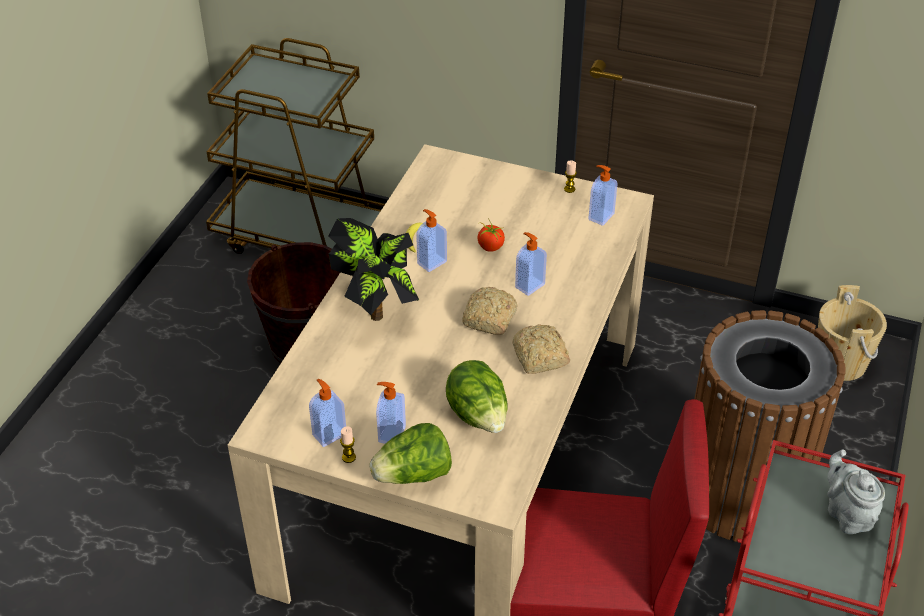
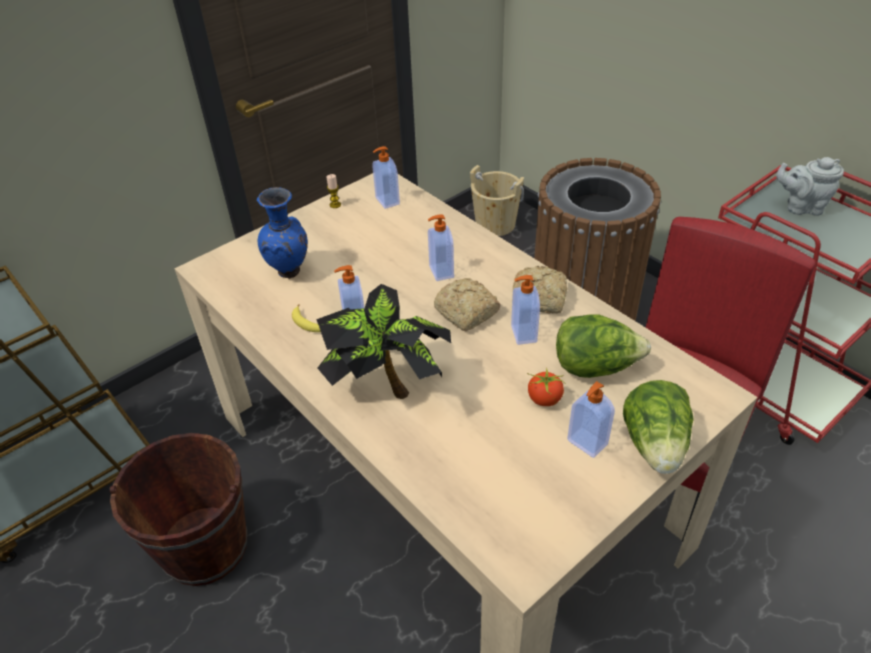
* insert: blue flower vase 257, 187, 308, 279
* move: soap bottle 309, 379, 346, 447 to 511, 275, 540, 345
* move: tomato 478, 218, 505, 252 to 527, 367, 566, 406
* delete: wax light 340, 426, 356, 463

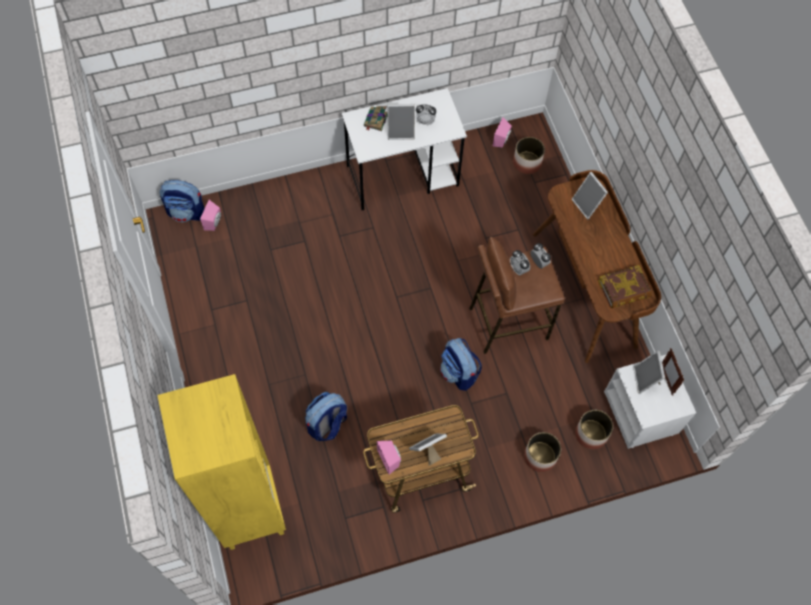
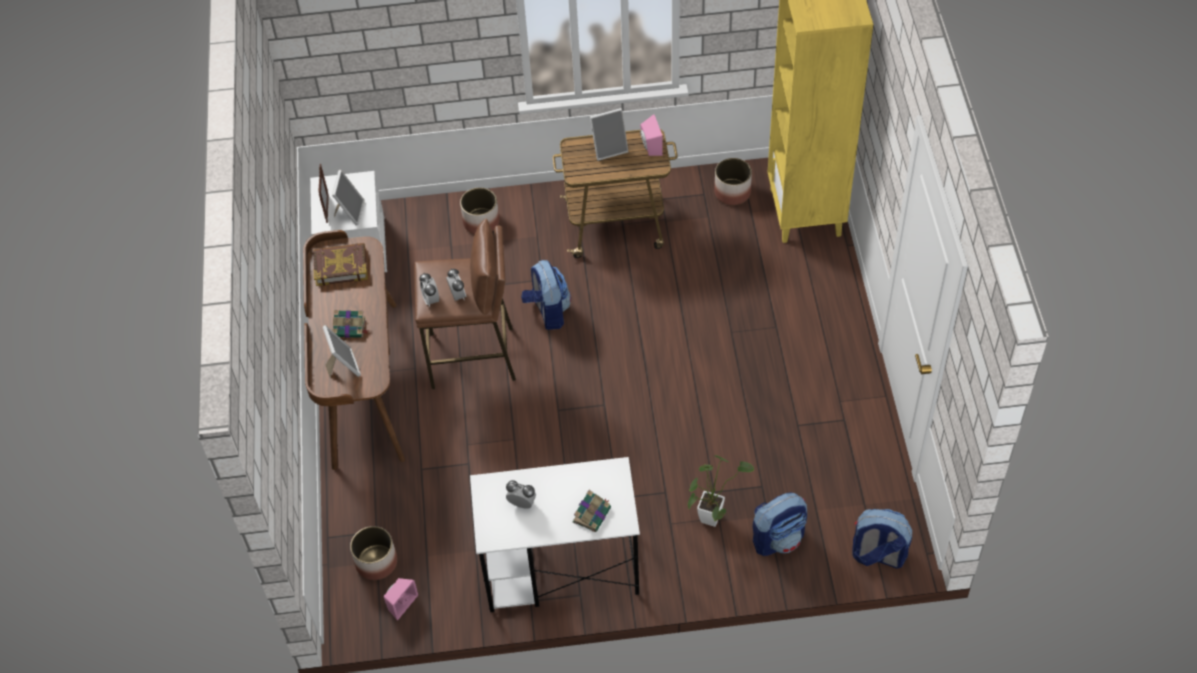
* insert: bound book 333, 310, 369, 338
* insert: houseplant 688, 455, 754, 527
* move: flower pot 575, 410, 613, 450 to 714, 158, 752, 205
* move: rucksack 305, 392, 347, 441 to 753, 492, 807, 556
* delete: pink loudspeaker 200, 200, 221, 231
* delete: picture frame 387, 104, 415, 140

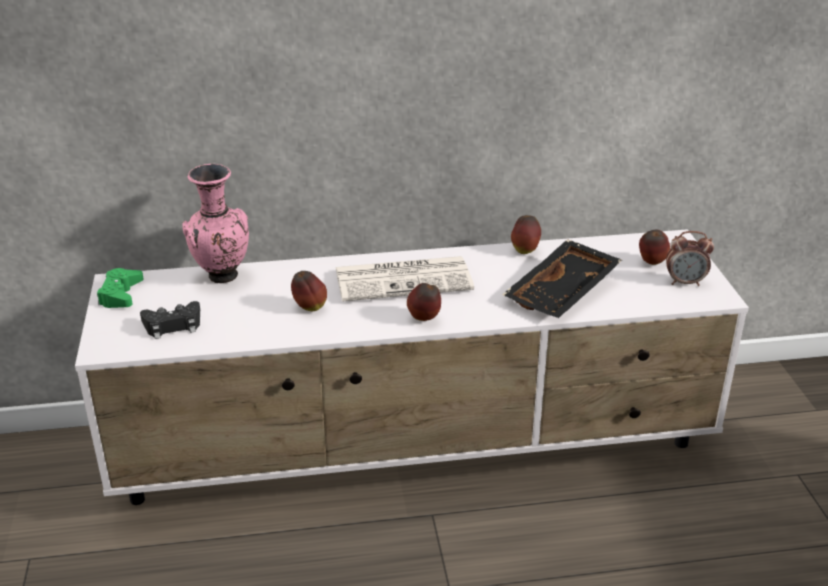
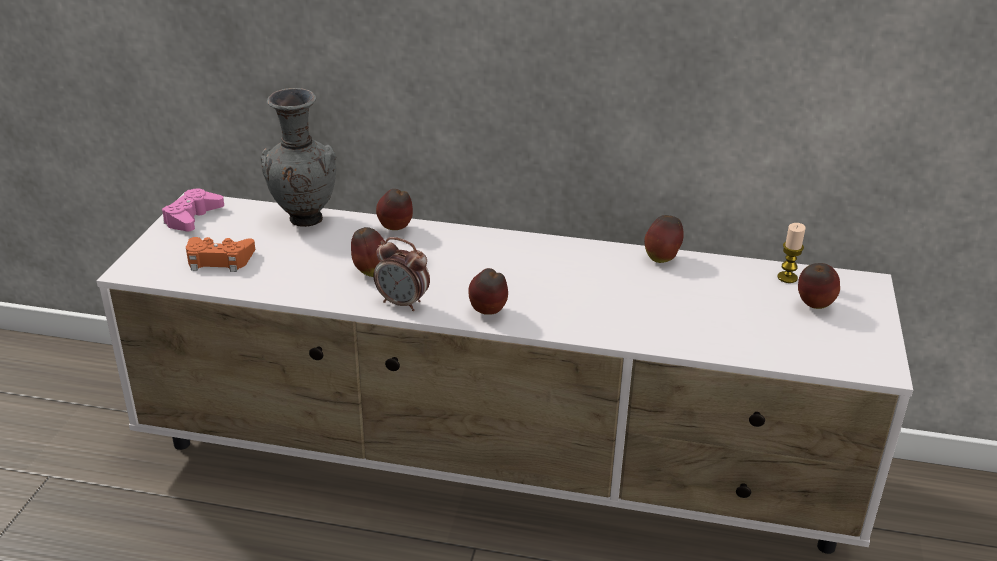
* recolor: green-coloured gamepad 97, 268, 144, 308 to pink gamepad 162, 188, 224, 231
* recolor: blackish gamepad 140, 301, 200, 339 to orange gamepad 186, 237, 255, 272
* recolor: pink flower vase 182, 164, 249, 283 to greyish flower vase 261, 88, 336, 227
* move: table clock 666, 231, 714, 286 to 374, 237, 430, 311
* insert: whole apple 376, 189, 413, 230
* insert: wax light 777, 223, 806, 283
* delete: daily paper 336, 256, 474, 302
* delete: blackish carrying tray 502, 239, 622, 318

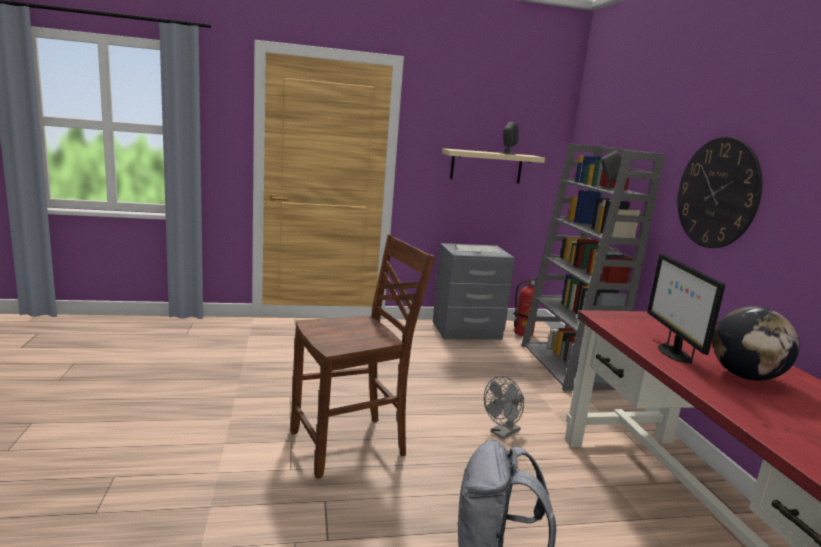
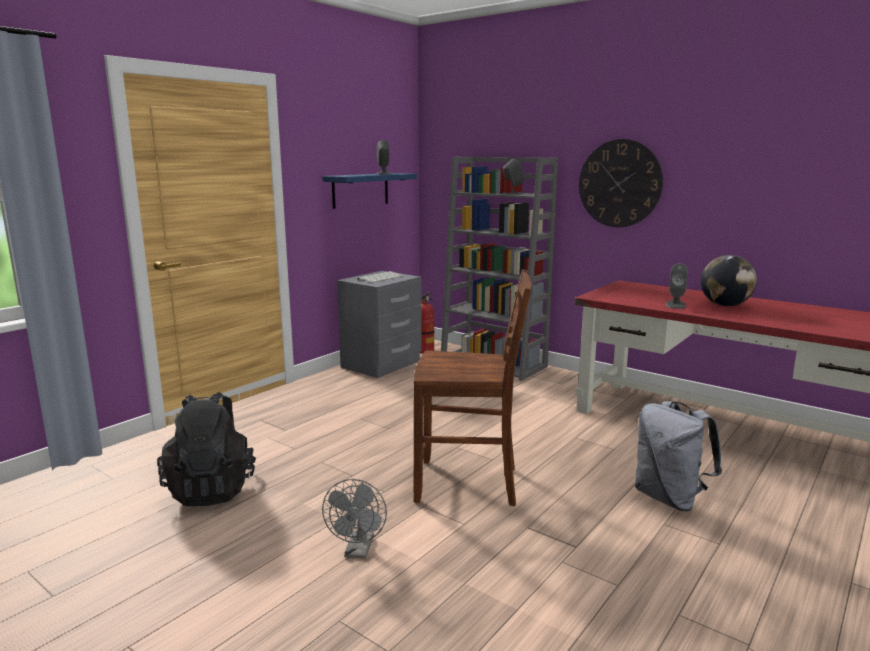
* insert: blackish rucksack 157, 392, 256, 506
* recolor: beige-coloured bracket shelf 442, 148, 545, 184 to blue bracket shelf 322, 173, 417, 209
* move: greyish fan 484, 376, 524, 439 to 322, 479, 387, 559
* rotate: brown chair 291, 235, 435, 479 = 414, 270, 532, 506 75 degrees clockwise
* replace: monitor 647, 254, 725, 364 to greyish loudspeaker 665, 263, 688, 309

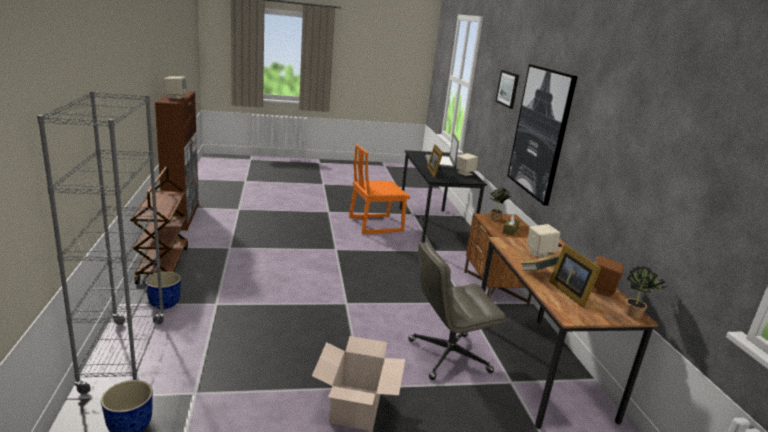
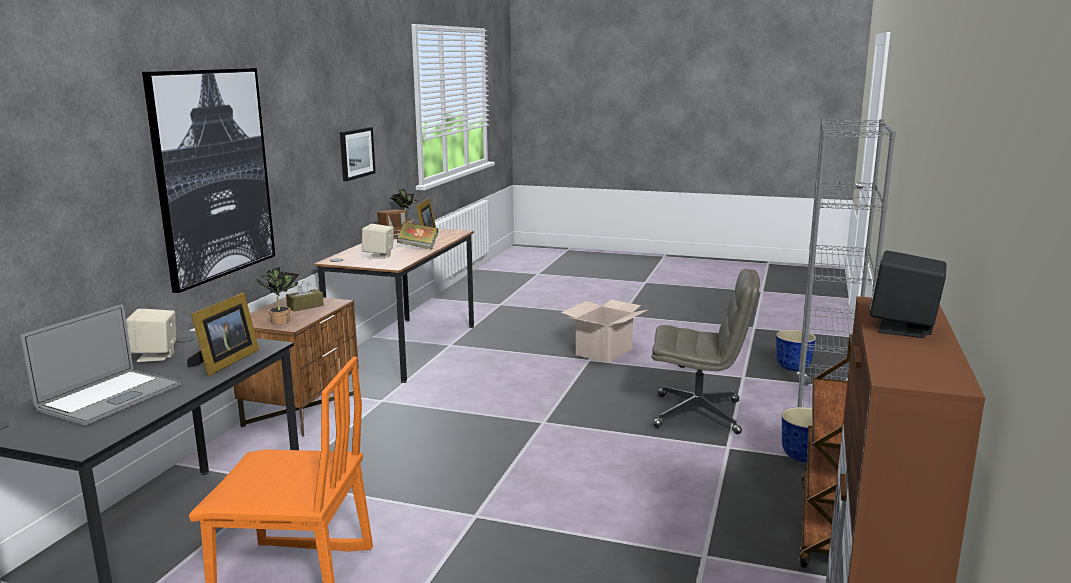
* move: wall picture 496, 70, 519, 109 to 340, 127, 376, 181
* move: greyish computer chair 408, 242, 506, 380 to 652, 269, 760, 434
* recolor: beige-coloured loudspeaker 164, 76, 187, 99 to blackish loudspeaker 869, 251, 946, 338

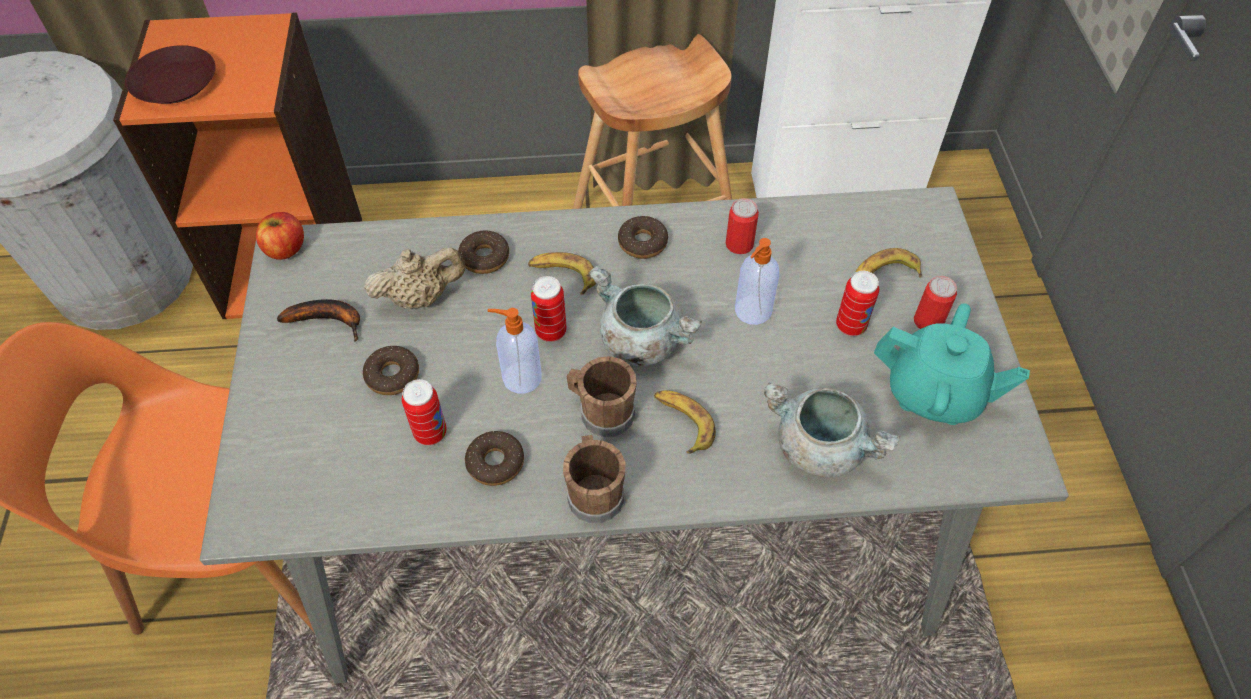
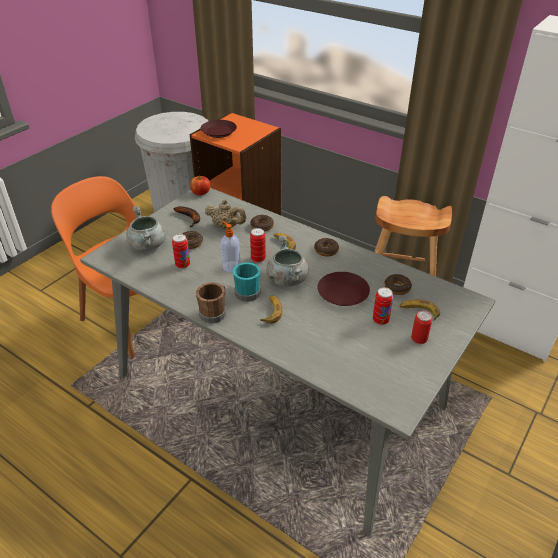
* move: greyish stockpot 764, 383, 900, 478 to 126, 206, 166, 251
* recolor: brown coffee mug 566, 356, 637, 437 to turquoise coffee mug 233, 262, 260, 302
* replace: soap bottle 735, 238, 779, 325 to brown flat dish 317, 272, 370, 306
* move: donut 465, 431, 524, 486 to 384, 274, 412, 295
* delete: metal can 726, 198, 759, 254
* delete: turquoise pot for tea 874, 303, 1030, 425

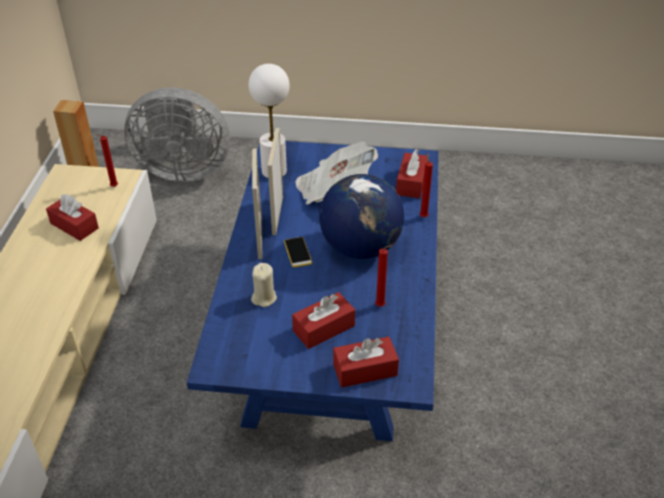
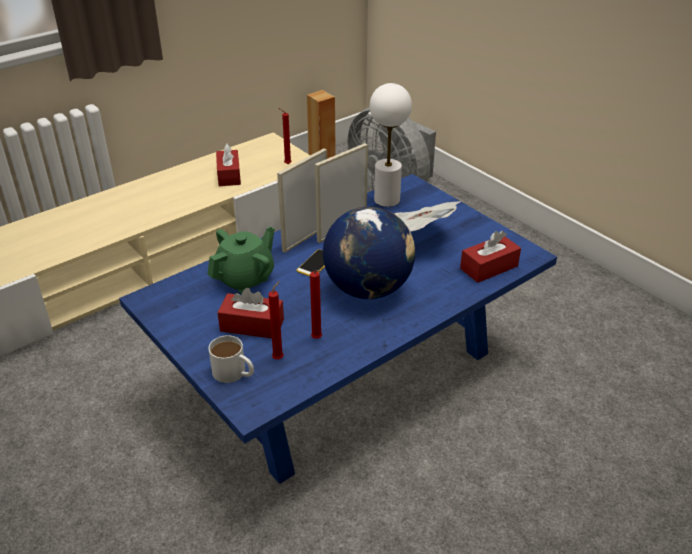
* replace: beige-coloured wax light 251, 263, 277, 307 to green-coloured pot for tea 207, 227, 275, 293
* replace: red box of tissues 333, 337, 399, 387 to white coffee mug 209, 335, 254, 383
* move: red wax light 419, 153, 433, 217 to 268, 281, 284, 359

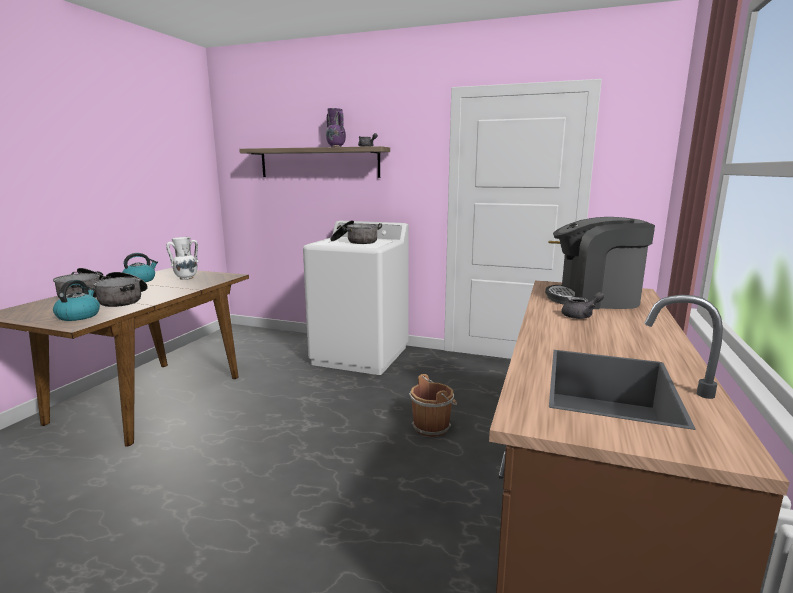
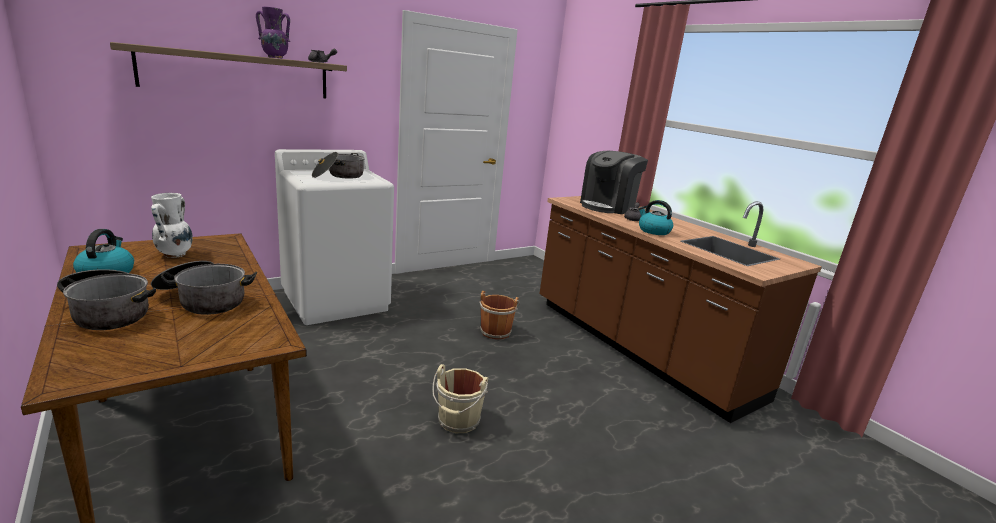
* insert: beige-coloured bucket 432, 364, 488, 433
* move: kettle 53, 280, 100, 321 to 638, 200, 673, 235

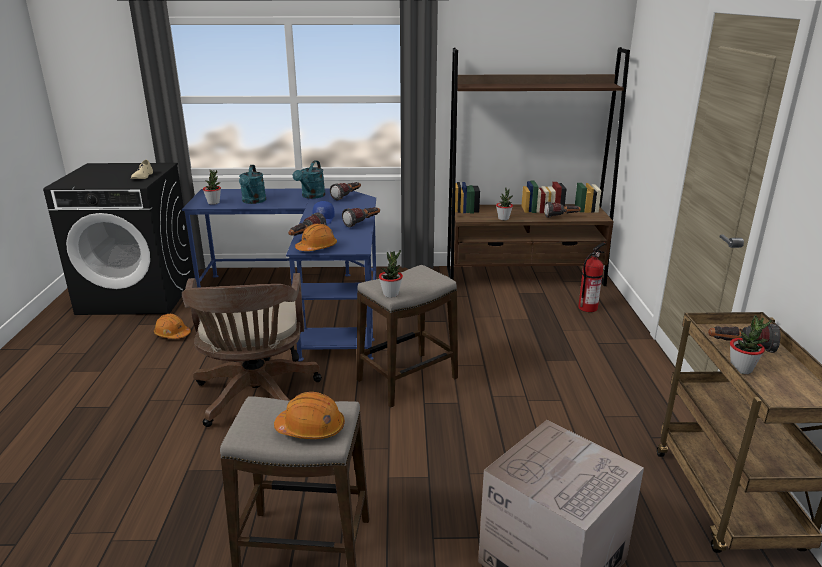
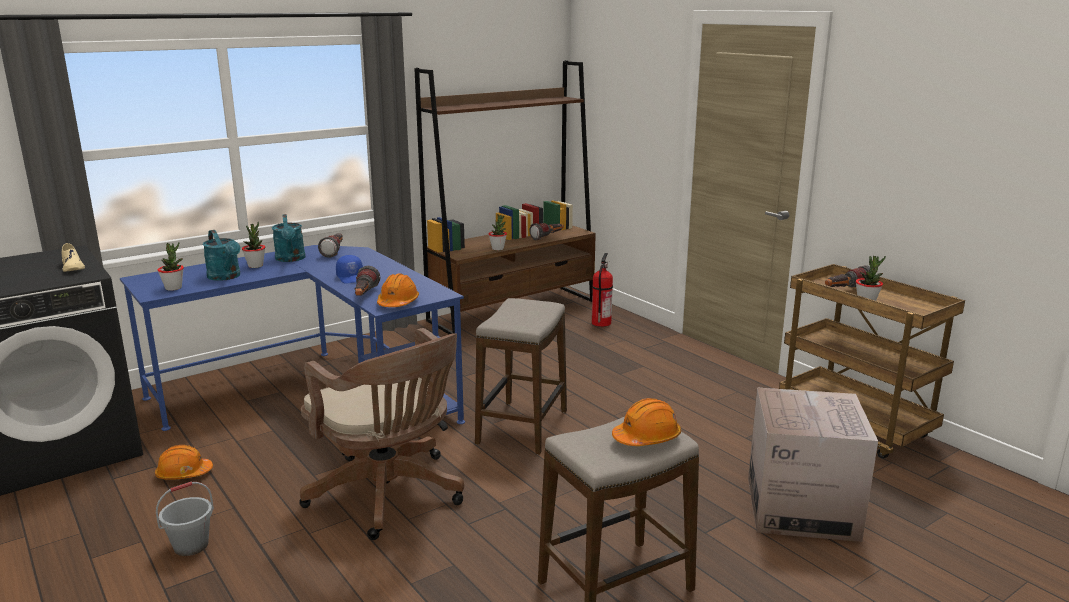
* insert: greyish bucket 156, 481, 214, 556
* move: houseplant 379, 250, 403, 298 to 242, 222, 265, 268
* delete: torch 342, 207, 380, 227

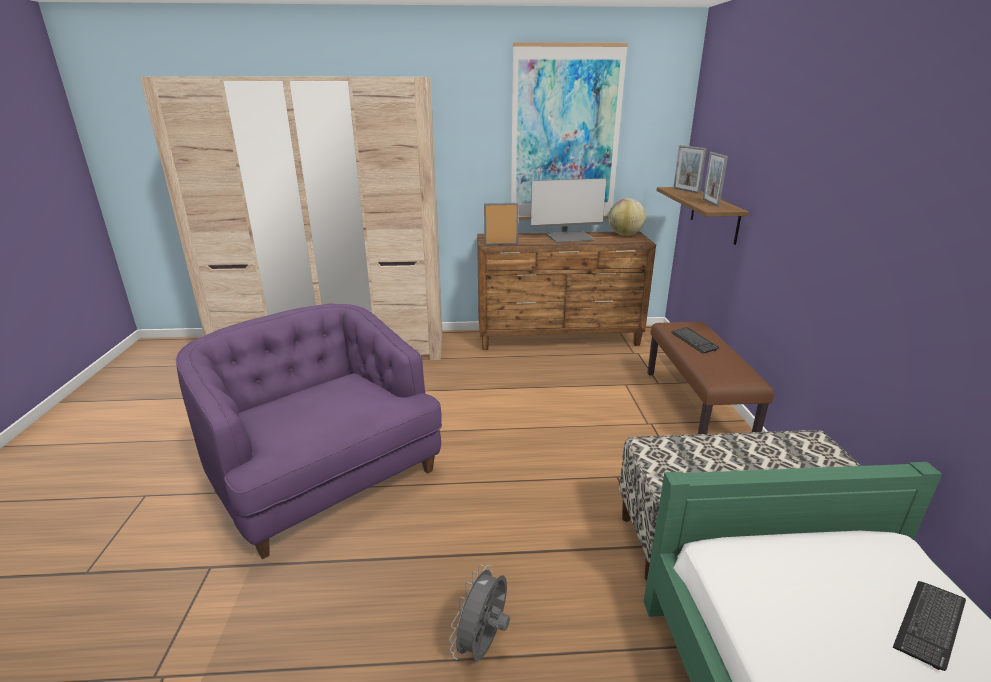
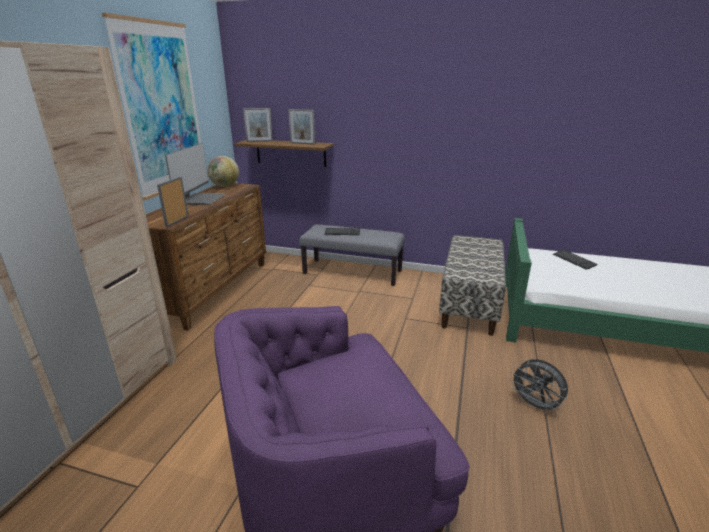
* recolor: brown indoor bench 648, 322, 774, 434 to greyish indoor bench 299, 224, 405, 286

